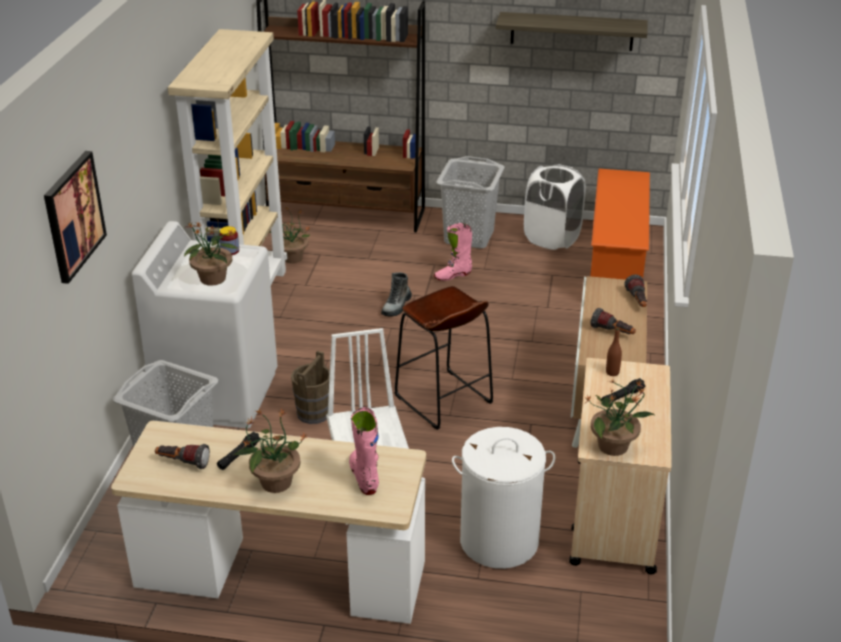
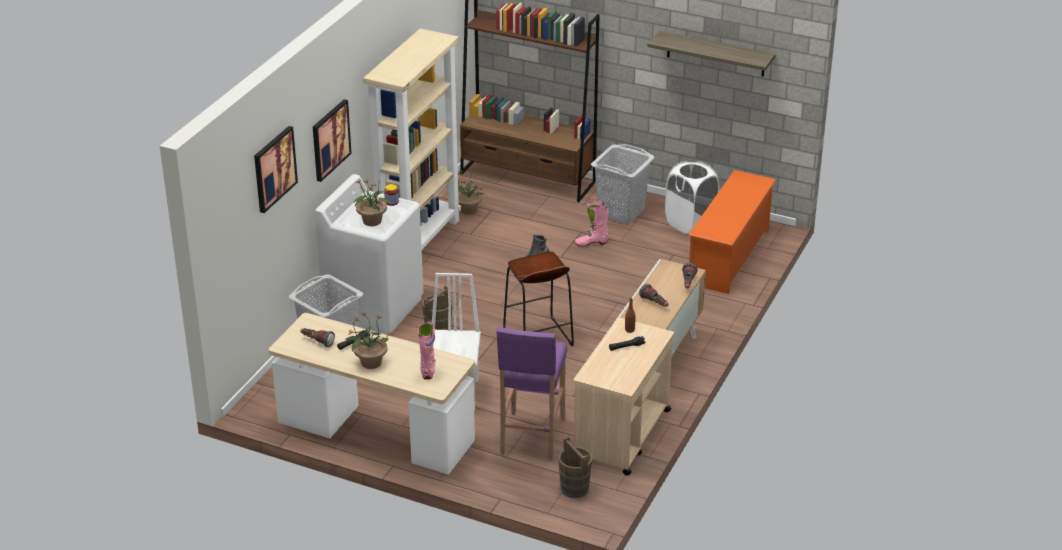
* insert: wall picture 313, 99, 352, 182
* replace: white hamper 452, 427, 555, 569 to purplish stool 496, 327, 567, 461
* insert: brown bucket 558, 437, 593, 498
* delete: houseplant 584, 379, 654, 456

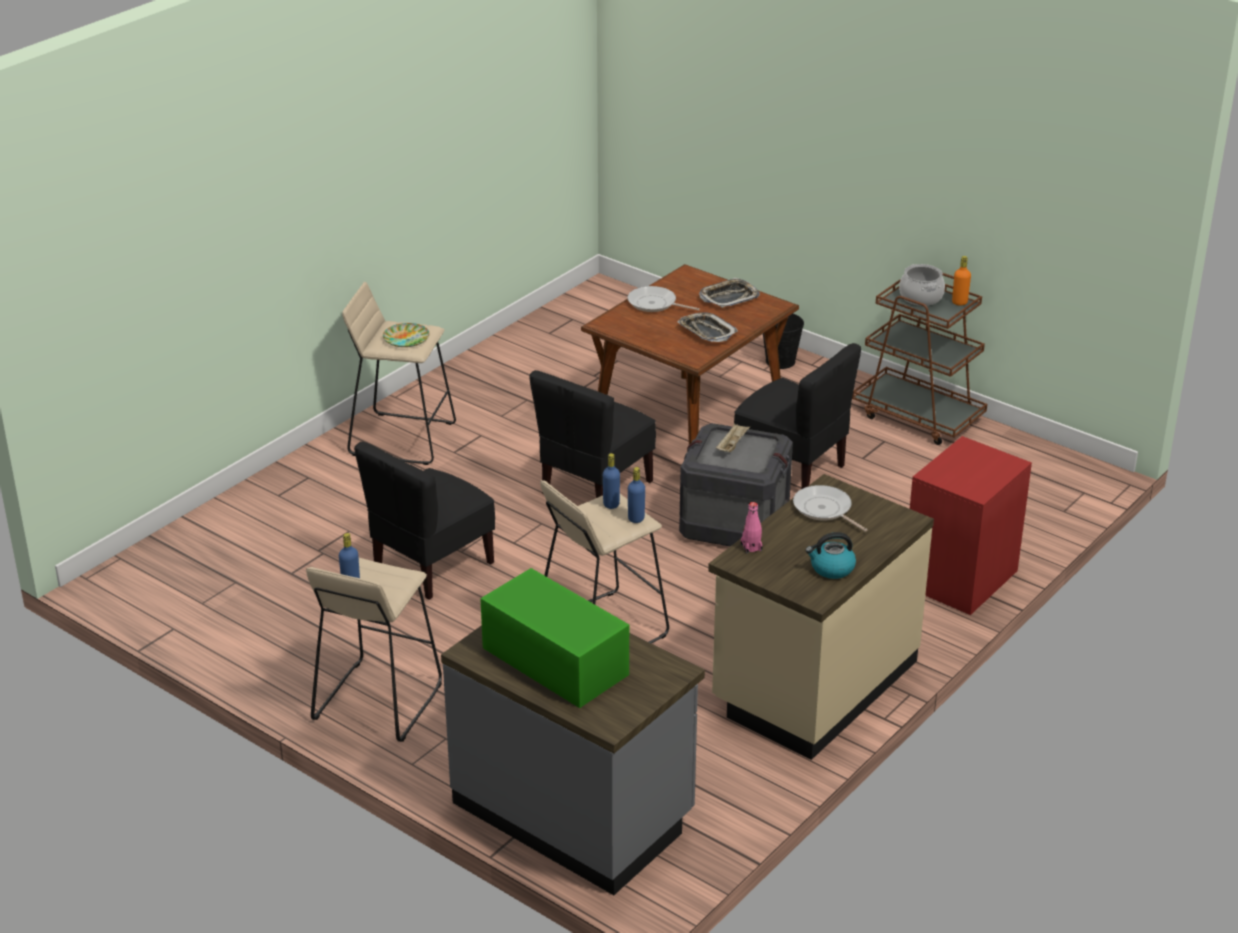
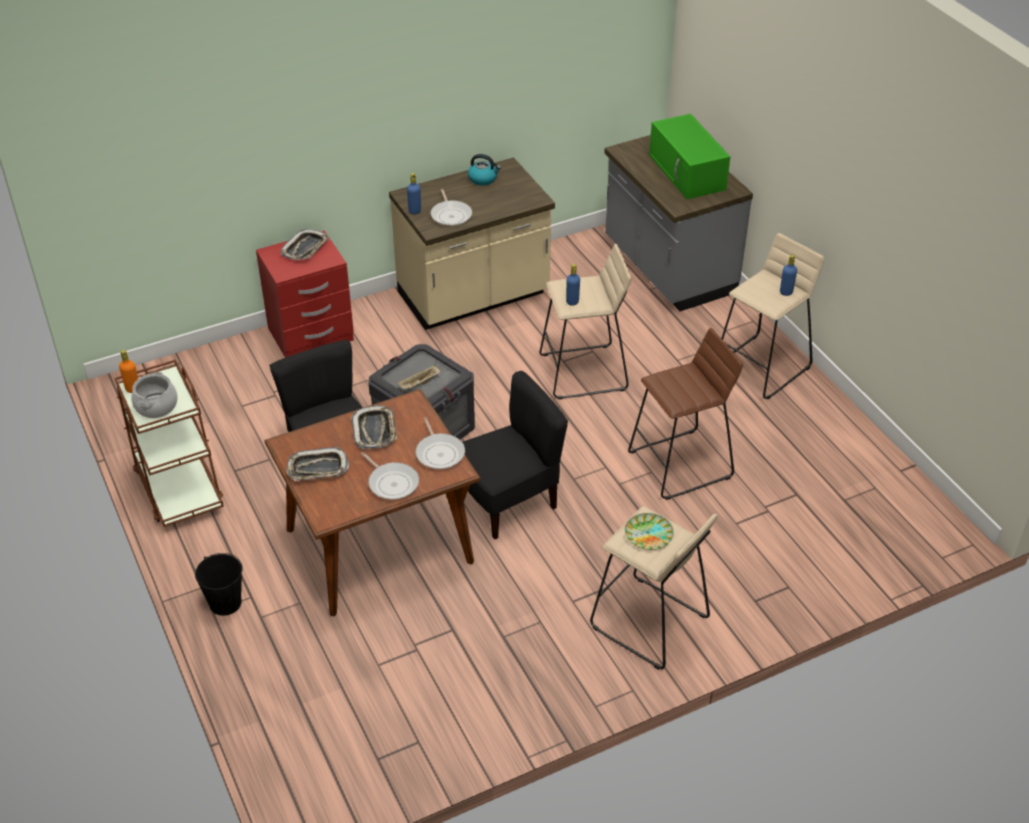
* insert: carrying tray 281, 229, 328, 260
* move: blue bottle 628, 467, 645, 523 to 407, 173, 421, 214
* insert: frying pan 416, 417, 465, 469
* replace: blackish chair 354, 442, 495, 600 to brown stool 628, 328, 743, 500
* delete: pink bottle 741, 502, 762, 554

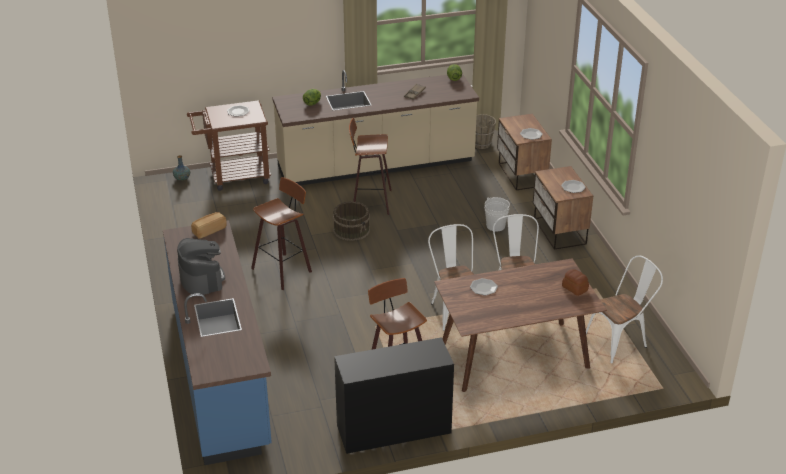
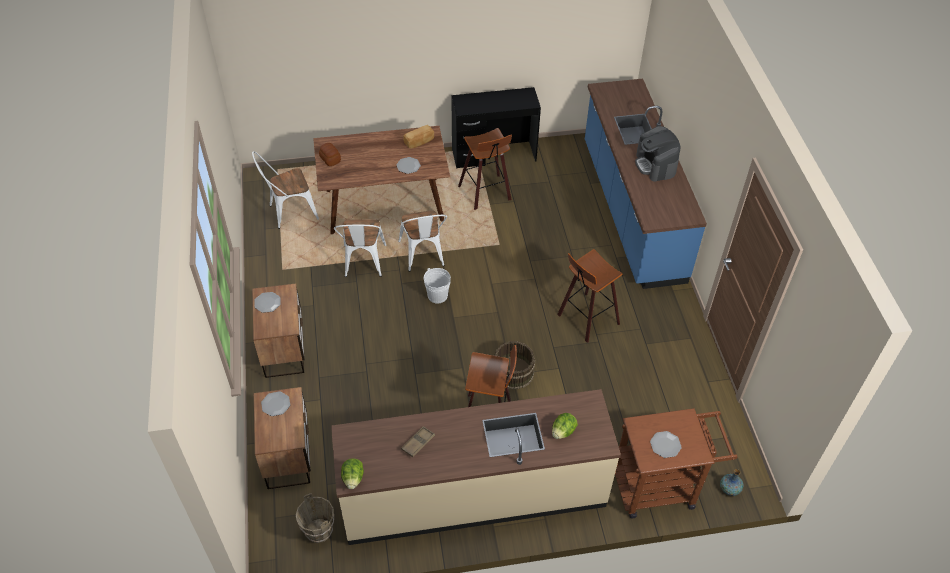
* move: bread 191, 212, 226, 239 to 403, 125, 434, 149
* move: white bucket 485, 197, 510, 231 to 424, 268, 451, 304

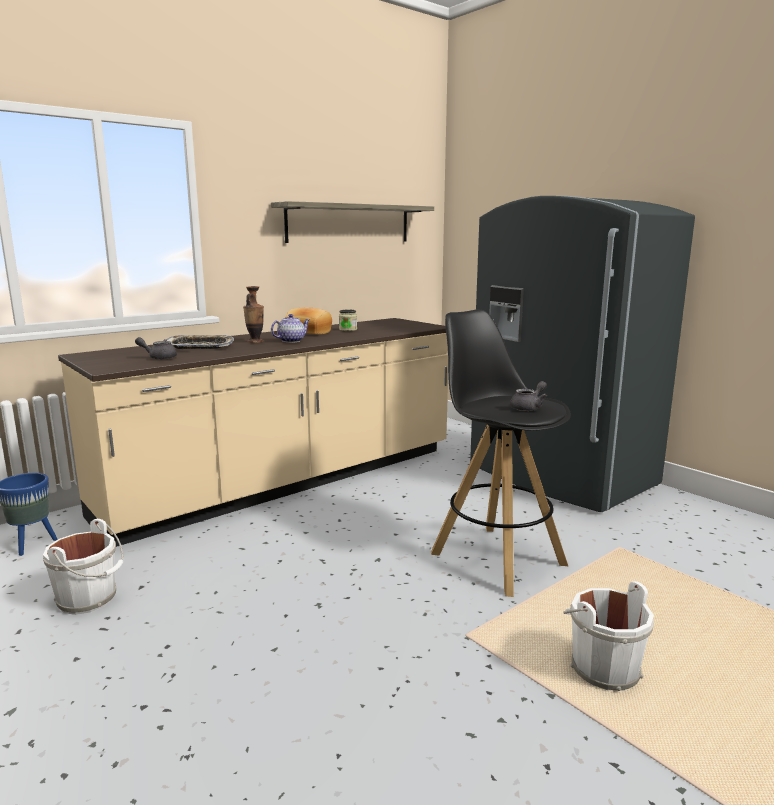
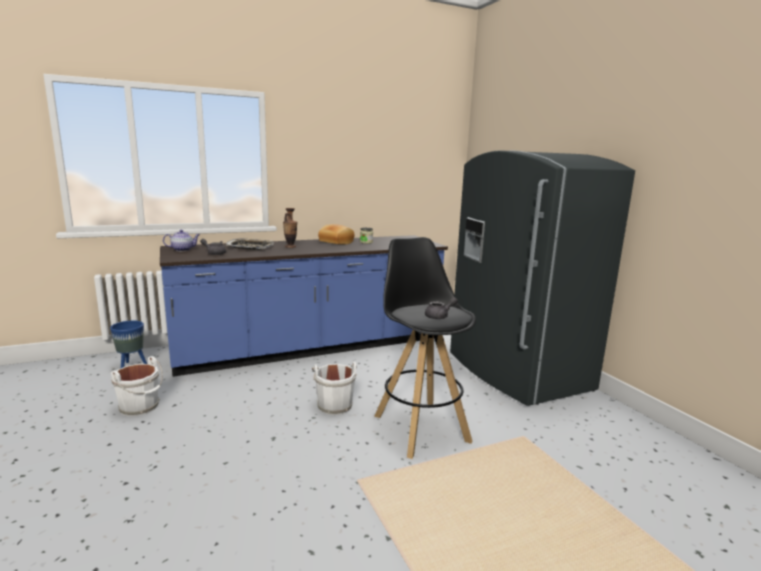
* recolor: beige-coloured kitchen counter 58, 318, 448, 547 to blue kitchen counter 160, 235, 448, 377
* move: pot for tea 271, 314, 310, 343 to 163, 230, 200, 251
* move: white bucket 563, 581, 654, 691 to 312, 362, 357, 415
* delete: bracket shelf 271, 201, 434, 243

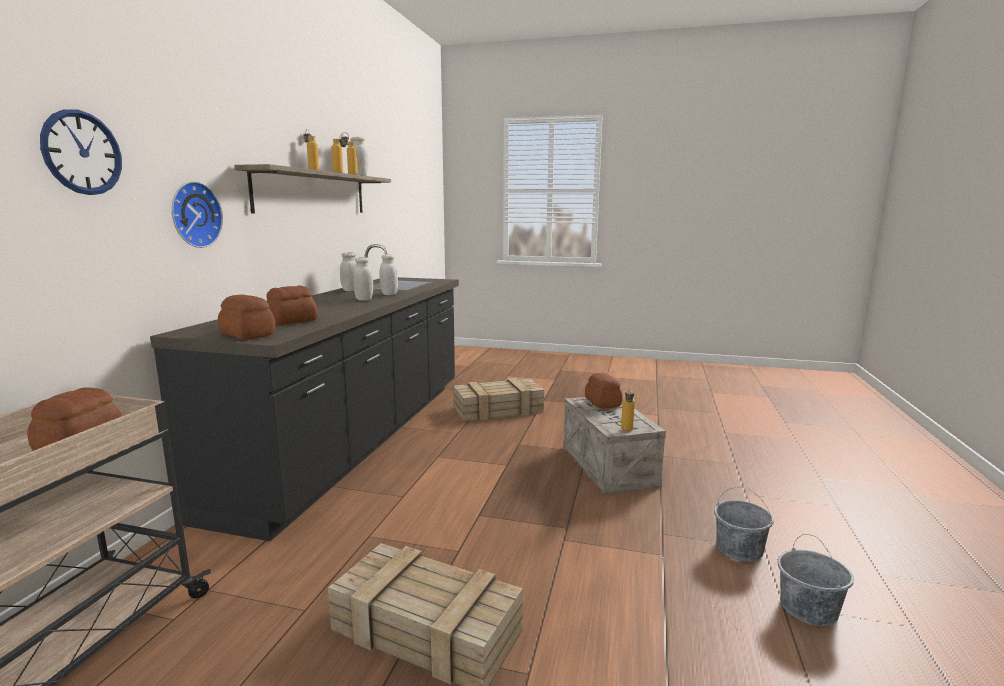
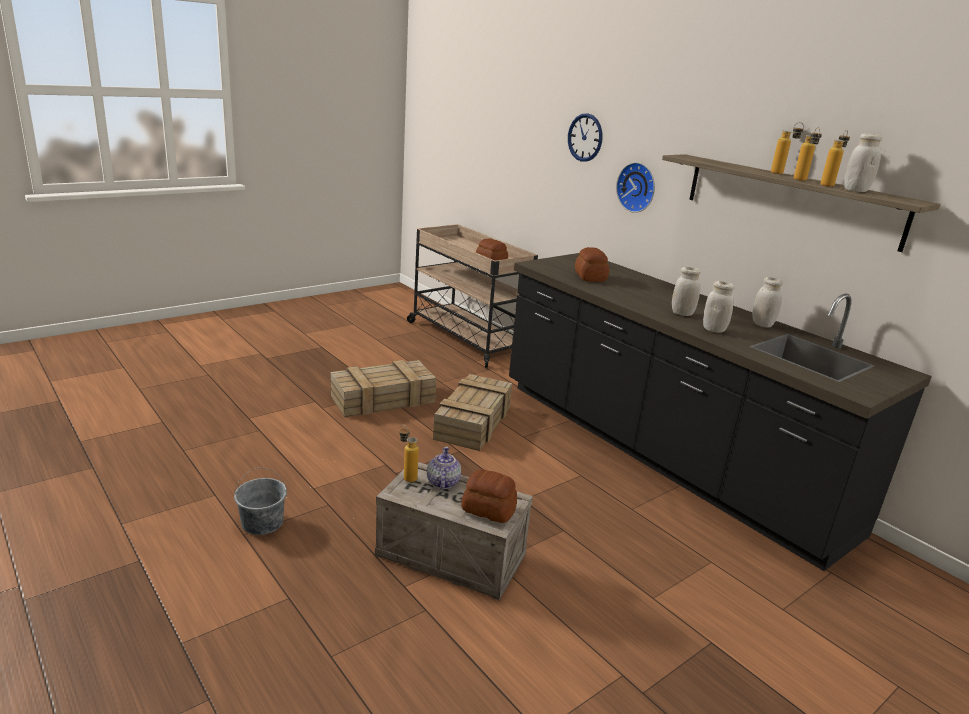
* insert: pot for tea 427, 446, 461, 490
* move: crate 454, 378, 544, 422 to 433, 374, 512, 451
* delete: bread 218, 295, 275, 340
* delete: greyish bucket 778, 534, 854, 626

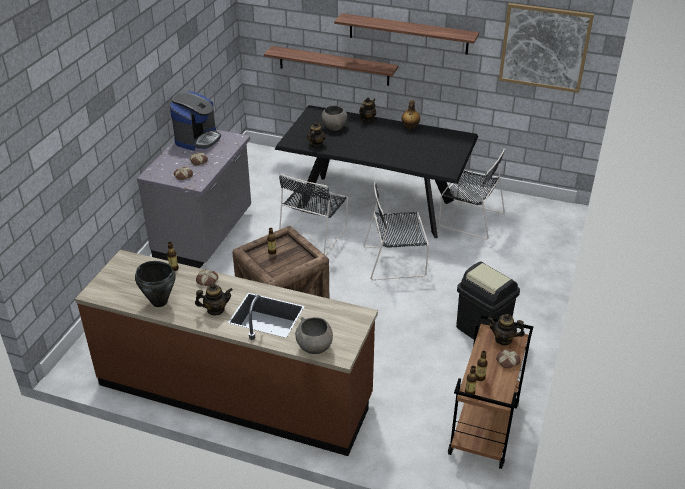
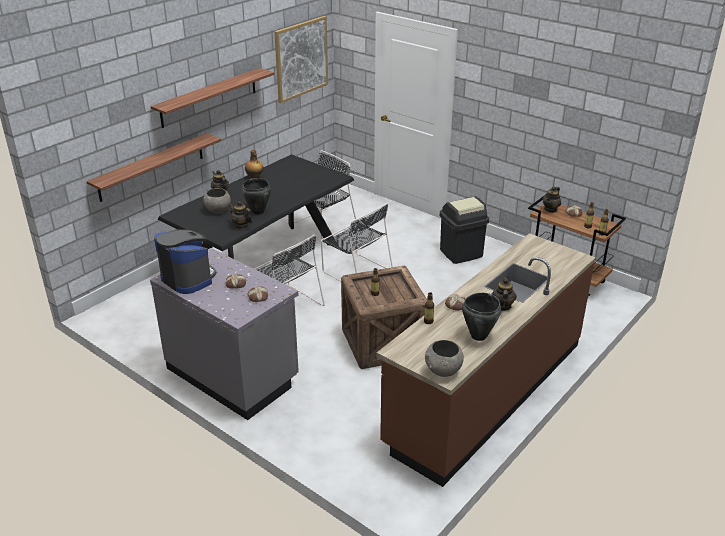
* insert: blackish stockpot 242, 178, 271, 215
* rotate: blackish chair 363, 182, 429, 281 = 321, 203, 393, 281 60 degrees counterclockwise
* move: greyish bowl 295, 317, 333, 354 to 425, 340, 464, 377

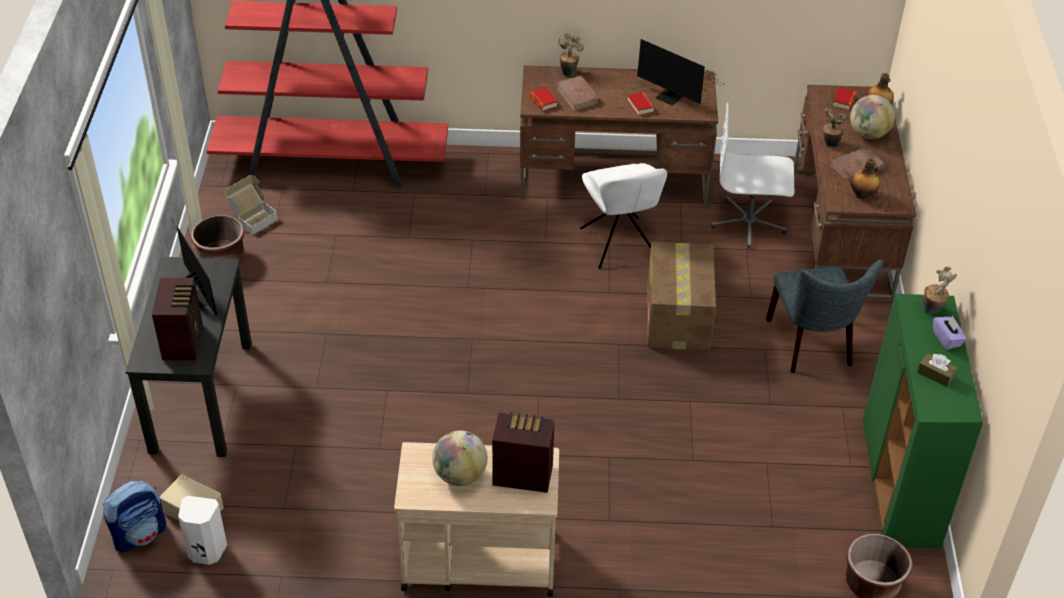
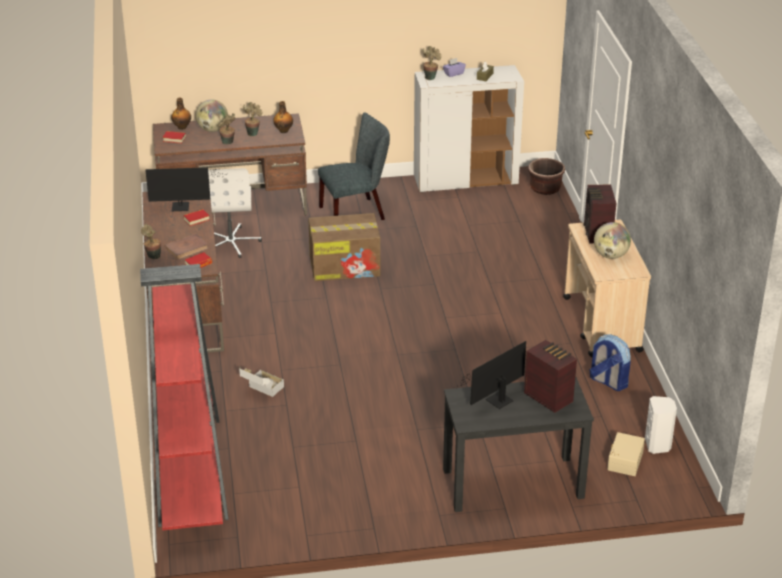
* rotate: monitor 637, 39, 723, 106 = 145, 167, 228, 211 60 degrees clockwise
* move: packing box 225, 175, 278, 235 to 239, 367, 284, 397
* replace: brown bound book 830, 147, 885, 182 to houseplant 243, 102, 262, 137
* recolor: green-coloured cupboard 863, 294, 983, 549 to white cupboard 414, 65, 524, 192
* rotate: radio receiver 152, 278, 204, 361 = 524, 340, 577, 413 60 degrees clockwise
* move: rucksack 103, 481, 166, 552 to 589, 334, 631, 391
* delete: brown flower pot 191, 215, 244, 260
* delete: white chair 580, 163, 667, 269

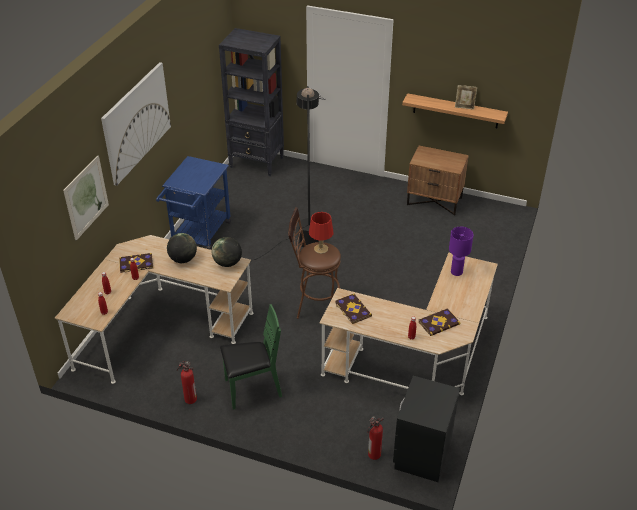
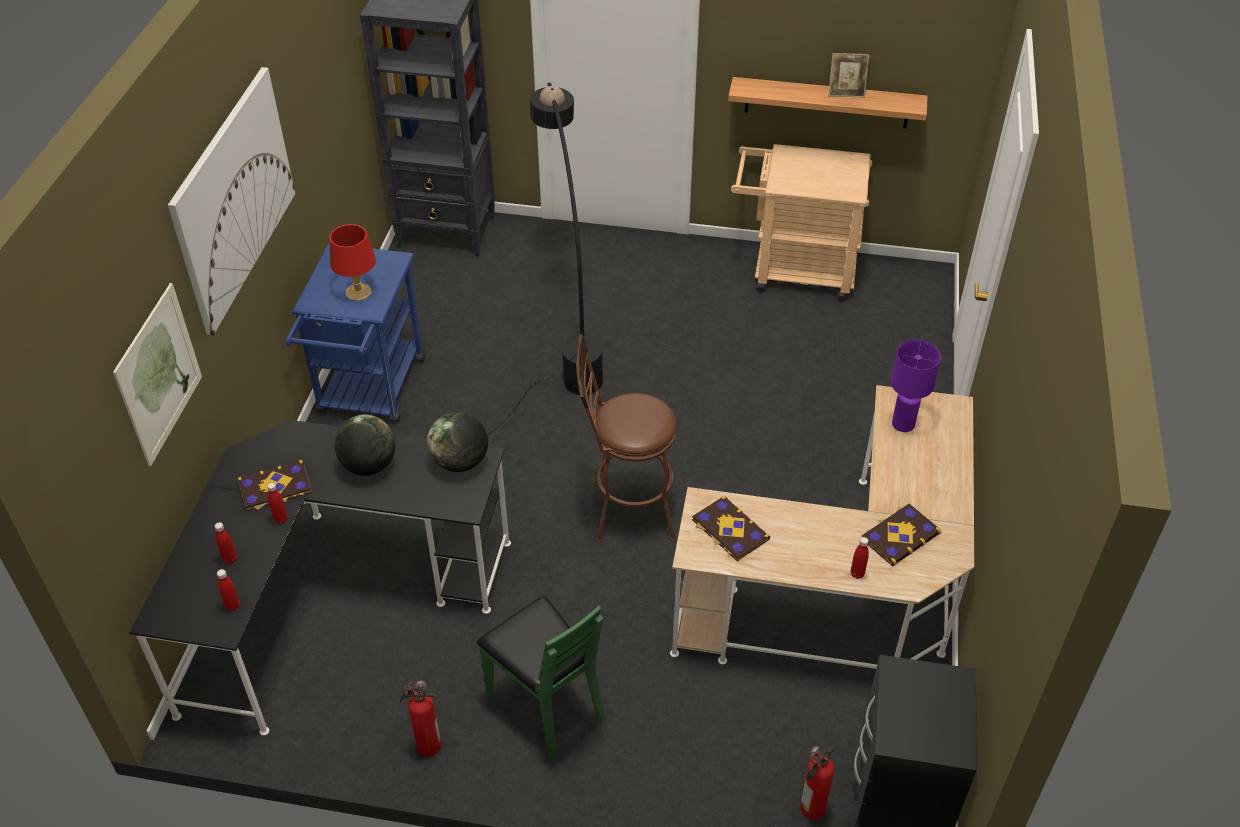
* recolor: beige-coloured desk 55, 235, 253, 384 to blackish desk 129, 420, 511, 735
* move: red tabletop lamp 309, 212, 334, 254 to 329, 224, 376, 301
* rotate: green-coloured chair 220, 304, 282, 410 = 477, 596, 606, 760 75 degrees clockwise
* replace: brown nightstand 407, 146, 469, 216 to beige-coloured wheeled cart 731, 144, 872, 302

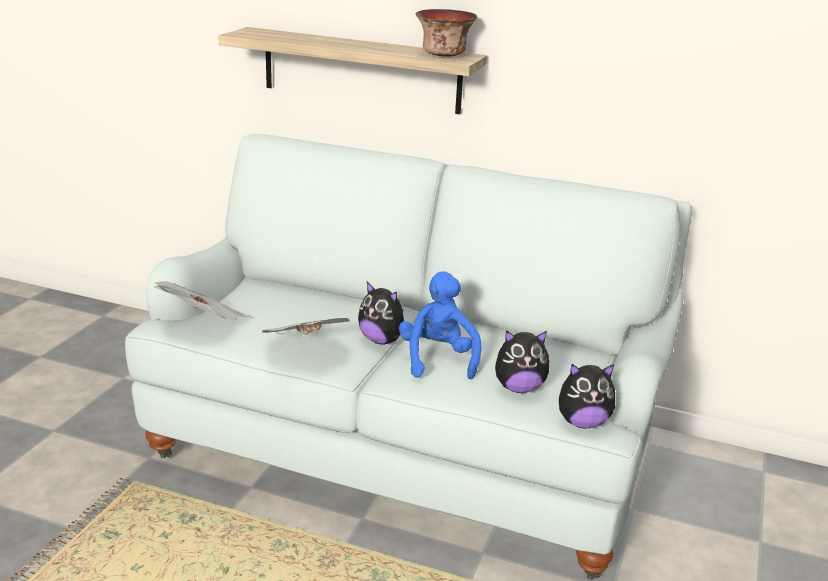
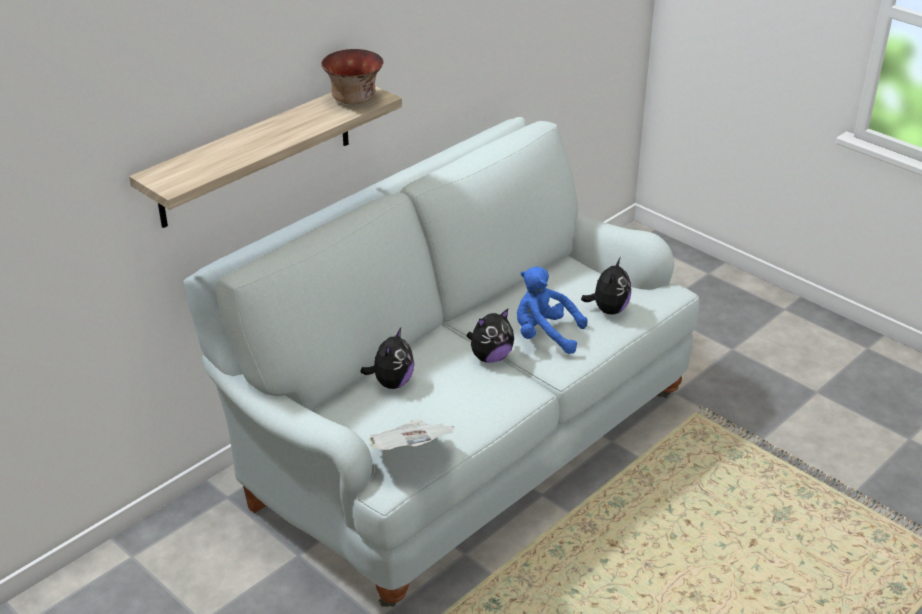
* move: cuddly toy 559, 364, 615, 429 to 360, 328, 414, 389
* delete: daily paper 262, 318, 350, 335

